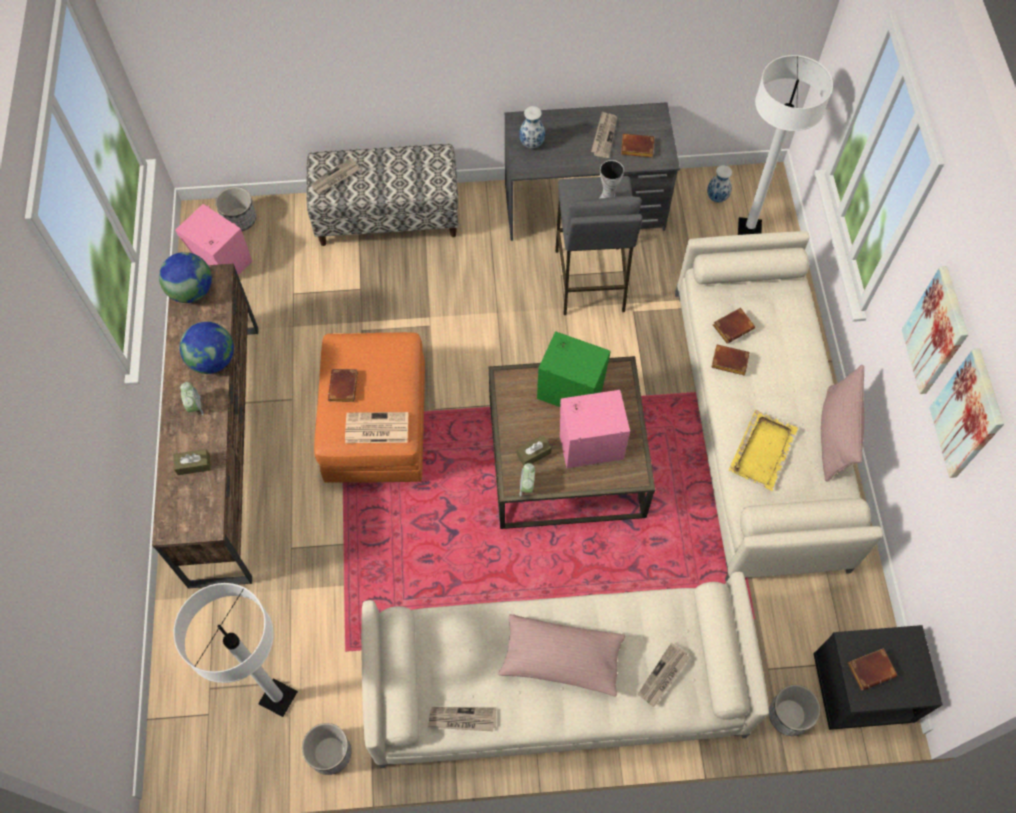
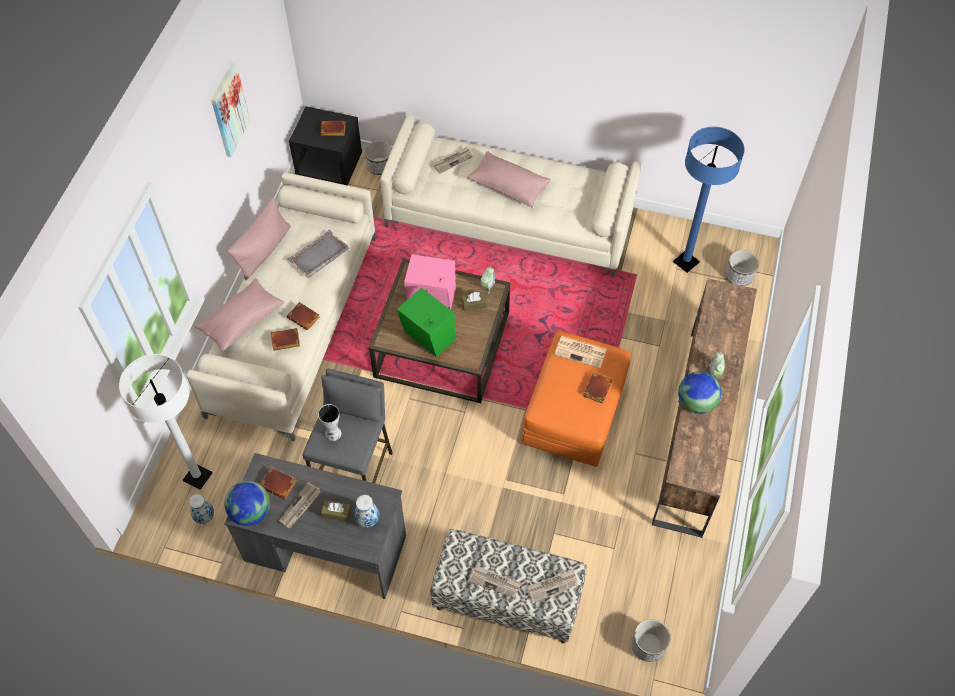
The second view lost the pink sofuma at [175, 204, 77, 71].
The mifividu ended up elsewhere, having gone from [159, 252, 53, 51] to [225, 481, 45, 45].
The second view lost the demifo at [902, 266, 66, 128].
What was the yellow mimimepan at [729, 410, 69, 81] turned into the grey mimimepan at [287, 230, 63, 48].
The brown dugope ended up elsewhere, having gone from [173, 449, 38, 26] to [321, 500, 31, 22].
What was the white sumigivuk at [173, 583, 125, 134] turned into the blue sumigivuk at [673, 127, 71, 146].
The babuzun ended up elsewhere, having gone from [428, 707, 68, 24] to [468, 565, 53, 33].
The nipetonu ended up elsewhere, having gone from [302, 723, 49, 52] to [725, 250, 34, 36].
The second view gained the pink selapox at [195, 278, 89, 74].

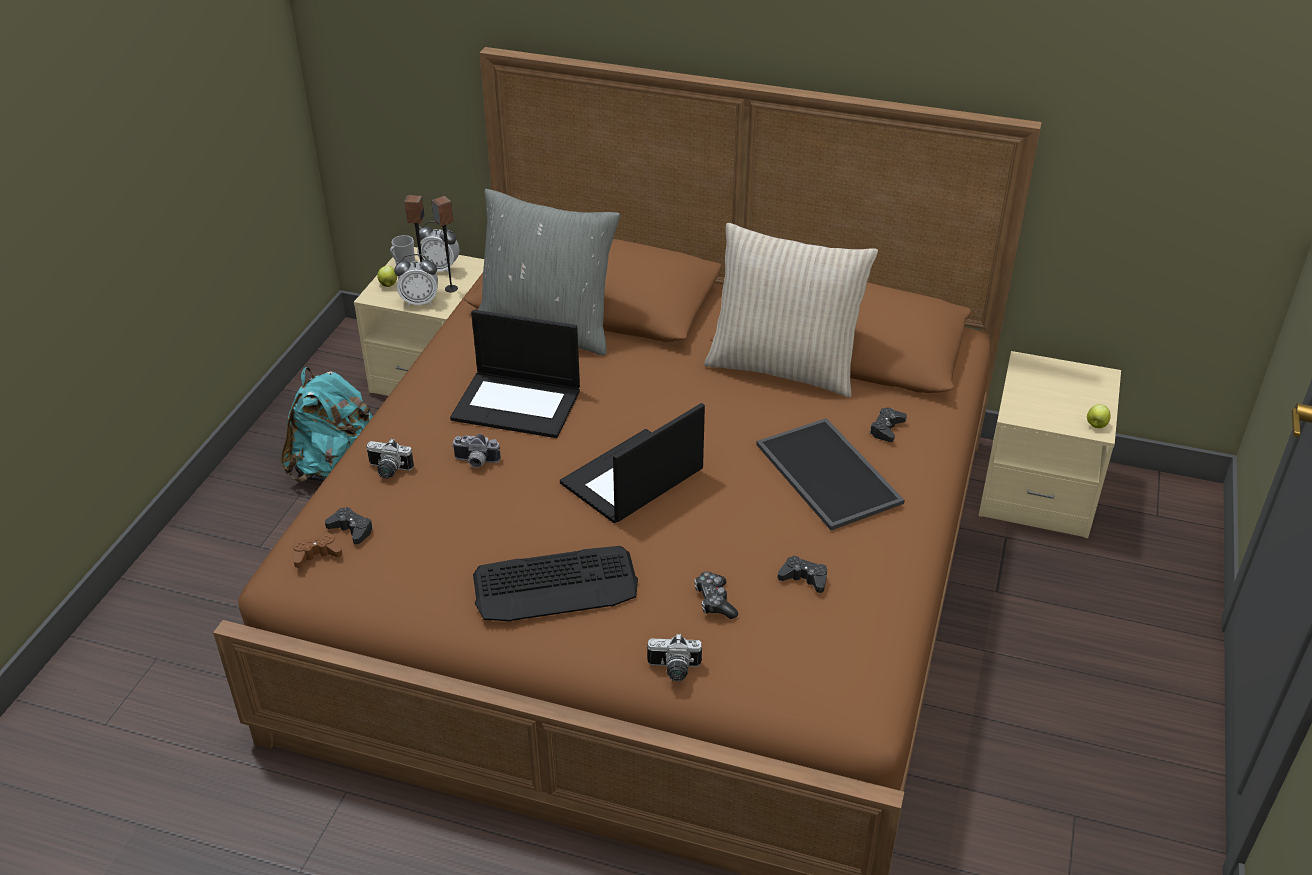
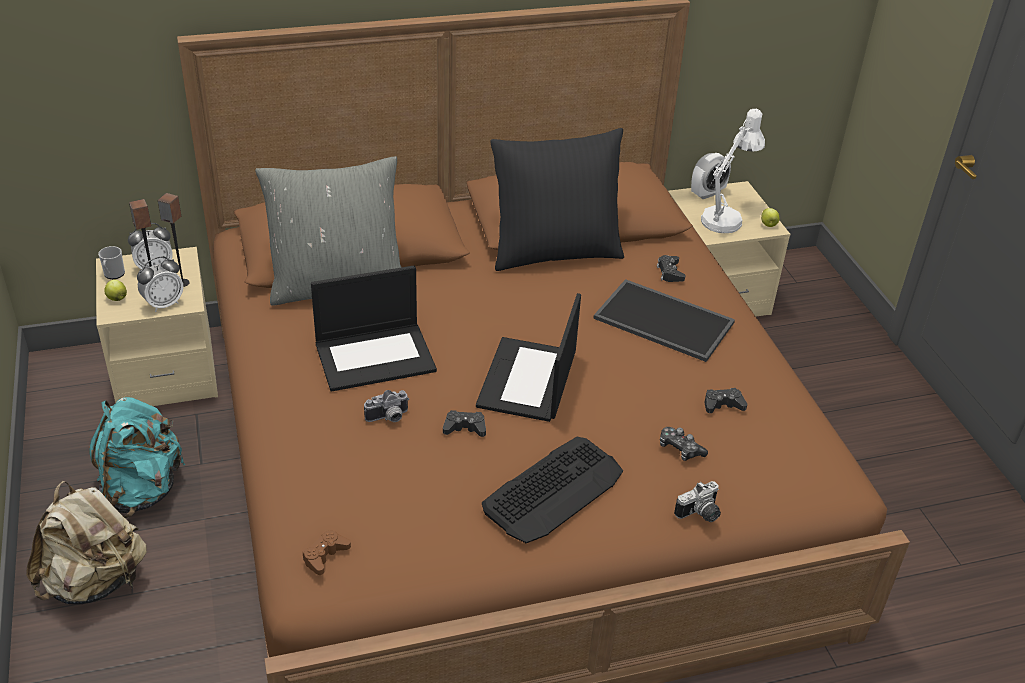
What was the beige selapox at [704, 223, 174, 175] turned into the black selapox at [490, 128, 134, 143].
The second view lost the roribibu at [366, 439, 48, 40].
The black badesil ended up elsewhere, having gone from [325, 507, 48, 37] to [443, 410, 43, 27].
The second view gained the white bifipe at [701, 109, 64, 124].
The second view gained the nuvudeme at [691, 153, 40, 46].
The second view gained the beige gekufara at [26, 481, 121, 123].

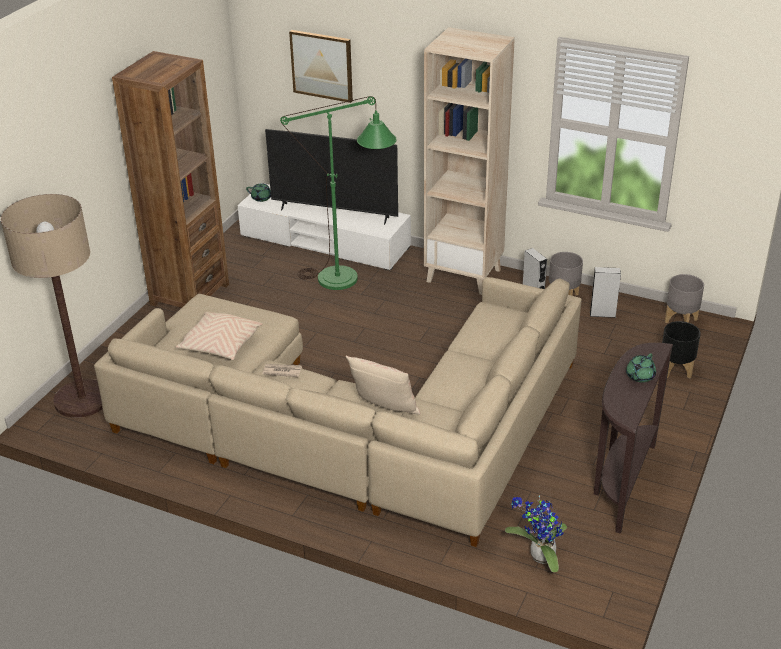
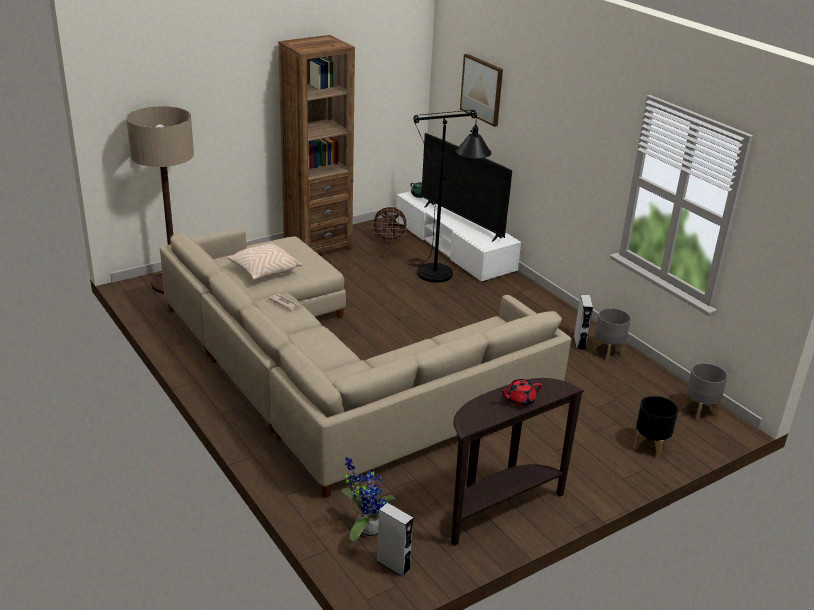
The second view lost the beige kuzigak at [424, 27, 91, 268].
What was the green sumigivuk at [280, 96, 117, 194] turned into the black sumigivuk at [407, 110, 85, 173].
The grey sofuma ended up elsewhere, having gone from [590, 267, 31, 51] to [377, 503, 36, 74].
What was the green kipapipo at [626, 353, 30, 29] turned into the red kipapipo at [499, 379, 43, 28].
The second view lost the beige selapox at [346, 356, 74, 59].
The second view gained the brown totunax at [371, 207, 37, 35].

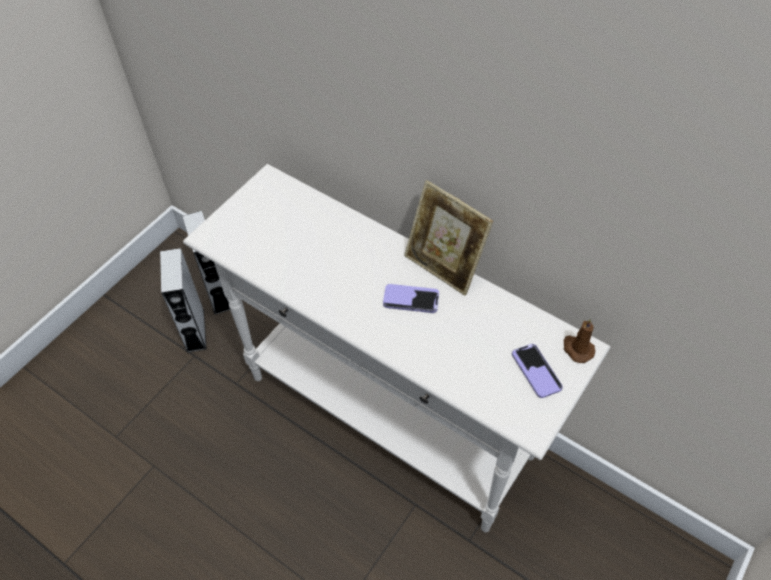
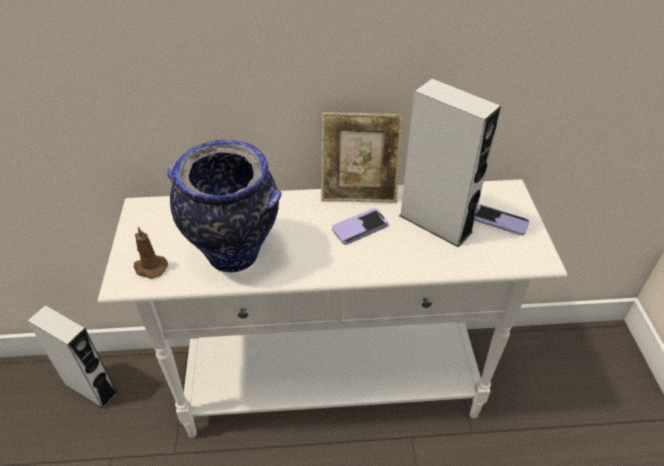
The grey sofuma ended up elsewhere, having gone from [160, 248, 47, 105] to [399, 79, 102, 168].
The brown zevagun ended up elsewhere, having gone from [564, 319, 31, 44] to [134, 227, 34, 52].
The second view gained the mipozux at [167, 140, 115, 132].

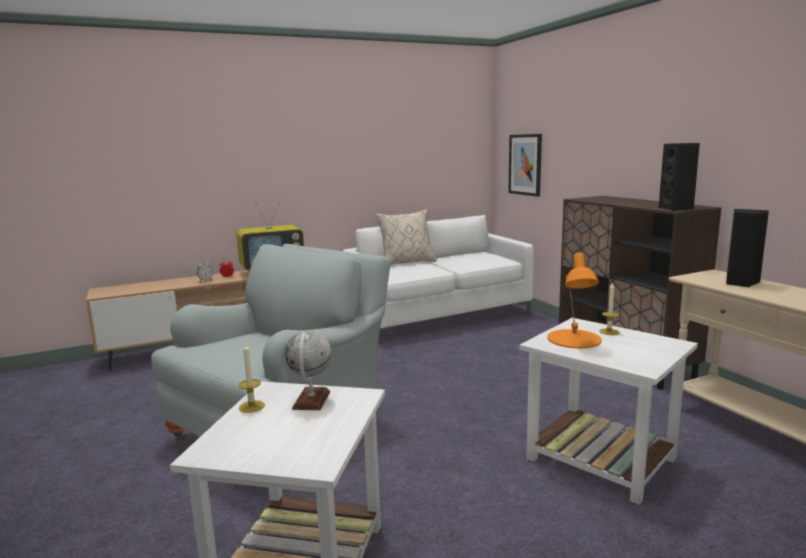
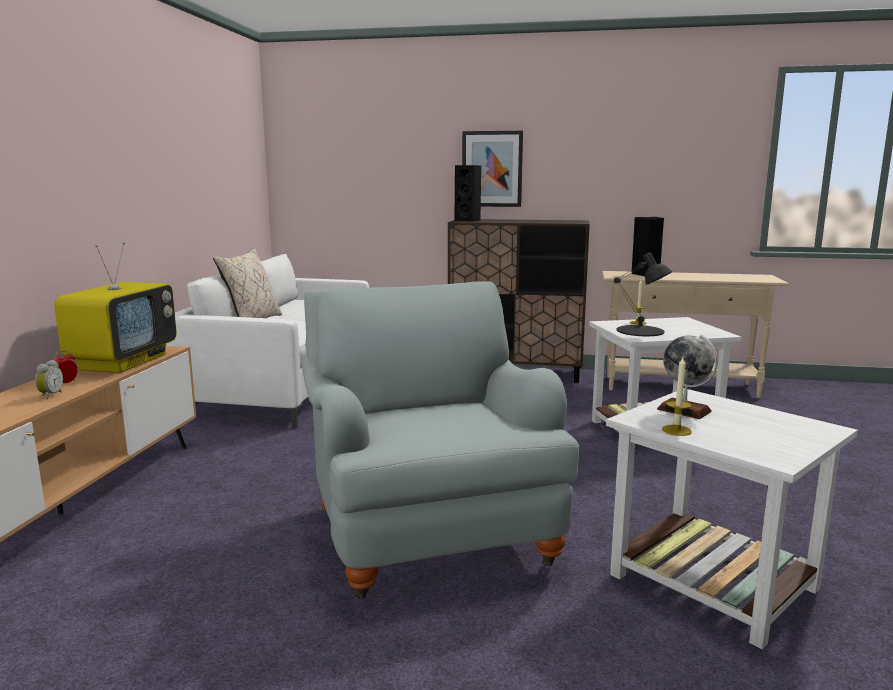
The demifo ended up elsewhere, having gone from [508, 134, 34, 63] to [462, 131, 61, 76].
The black sofuma ended up elsewhere, having gone from [659, 143, 41, 68] to [455, 165, 26, 56].
What was the orange bifipe at [547, 253, 55, 95] turned into the black bifipe at [614, 252, 58, 84].

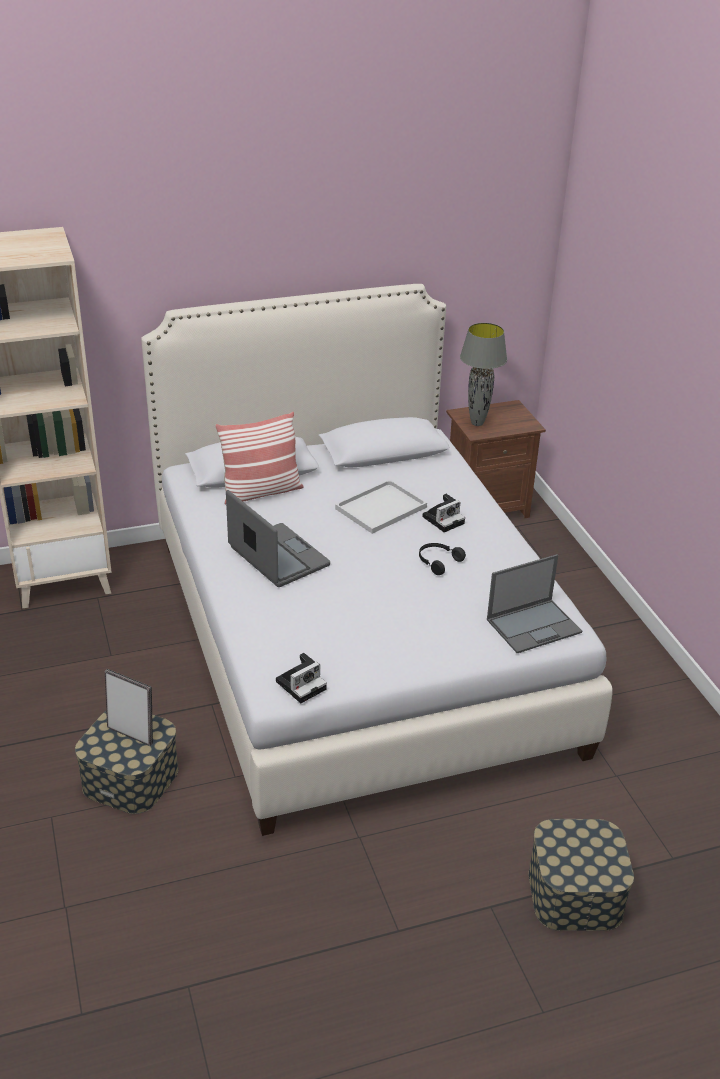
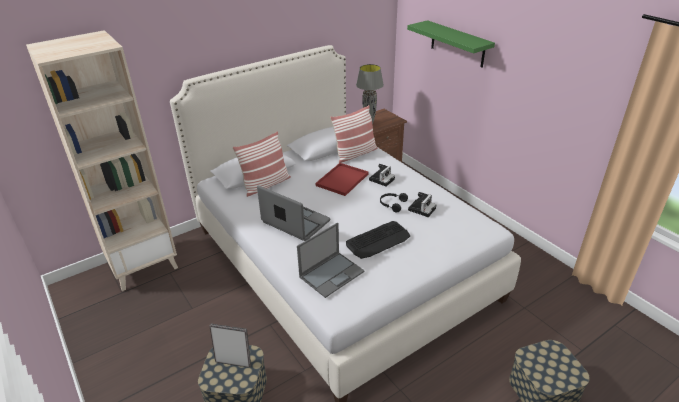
What was the white mimimepan at [335, 480, 92, 54] turned into the red mimimepan at [316, 163, 52, 33].
The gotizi ended up elsewhere, having gone from [487, 554, 95, 99] to [297, 223, 68, 75].
The roribibu ended up elsewhere, having gone from [276, 653, 51, 50] to [408, 192, 28, 25].
The second view gained the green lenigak at [407, 20, 88, 48].
The second view gained the selapox at [330, 105, 48, 58].
The second view gained the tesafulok at [346, 221, 64, 38].

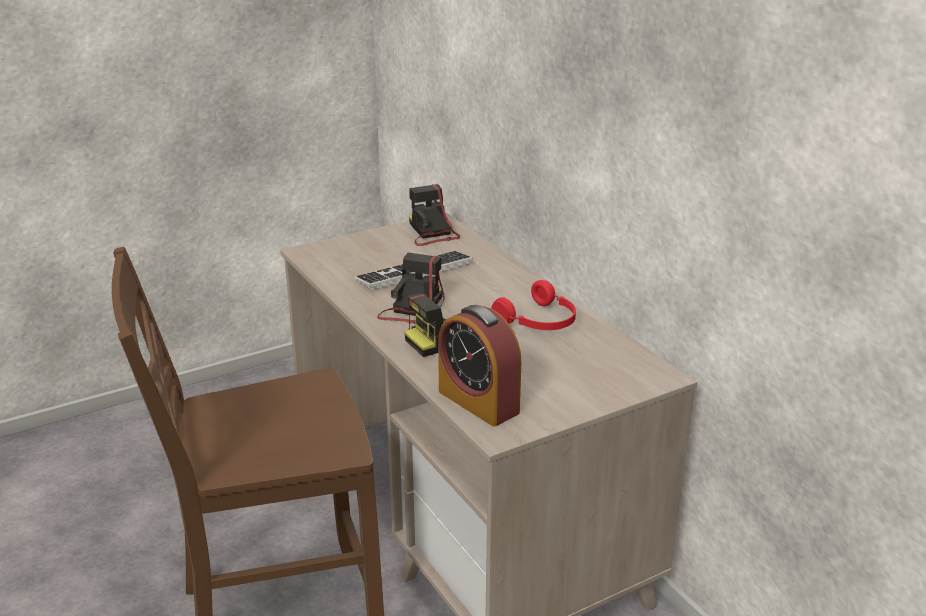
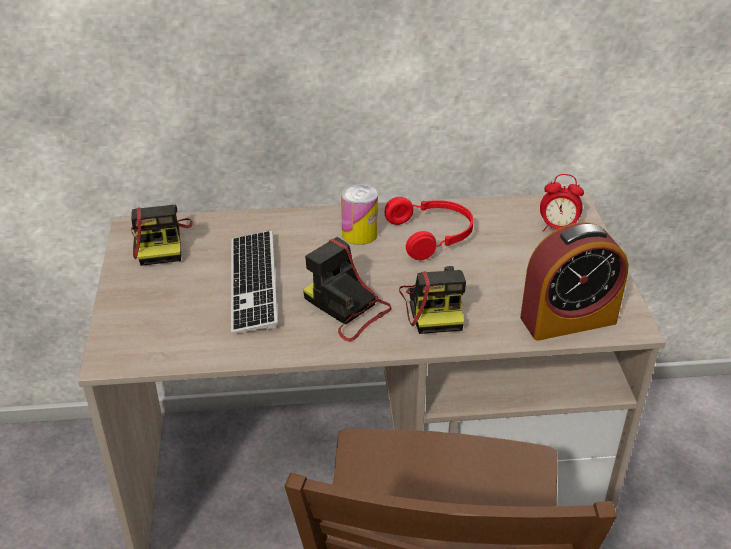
The roribibu at [409, 184, 51, 62] ended up facing another way, 105 degrees counterclockwise from before.
The second view gained the nuvudeme at [540, 174, 44, 58].
The second view gained the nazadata at [341, 184, 37, 61].

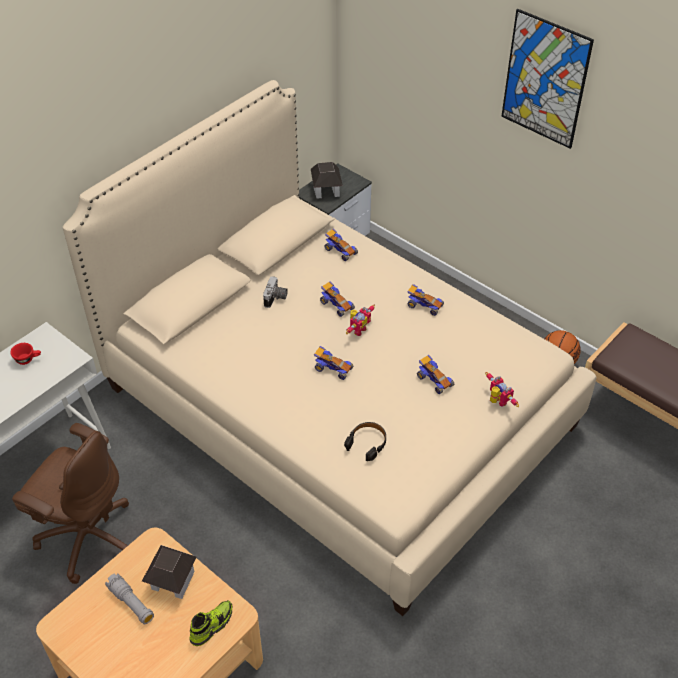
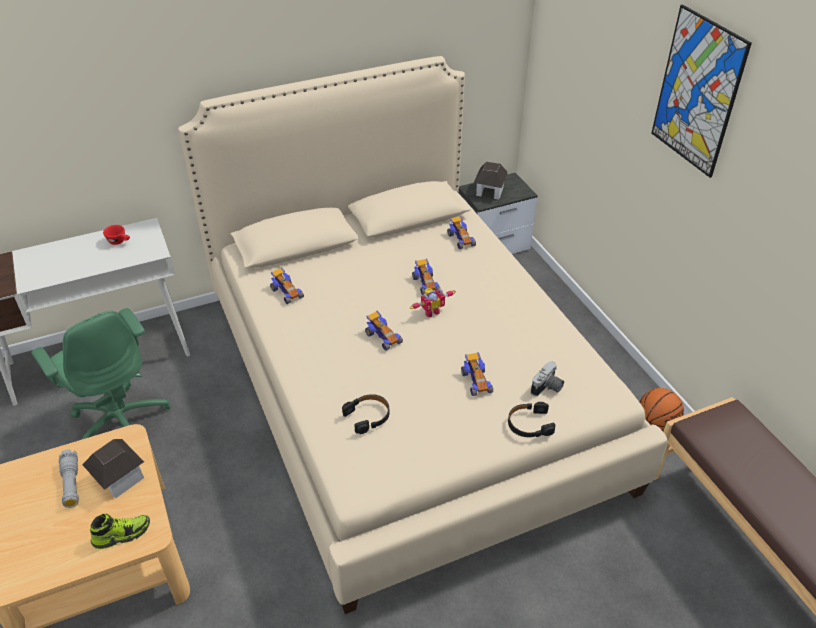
The roribibu ended up elsewhere, having gone from [263, 276, 25, 32] to [531, 361, 33, 35].
The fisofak ended up elsewhere, having gone from [407, 284, 37, 32] to [270, 267, 34, 37].
Where the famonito stood at [485, 372, 34, 35], the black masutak came to stand at [508, 402, 47, 35].
What was the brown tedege at [12, 423, 117, 161] turned into the green tedege at [31, 308, 139, 132].

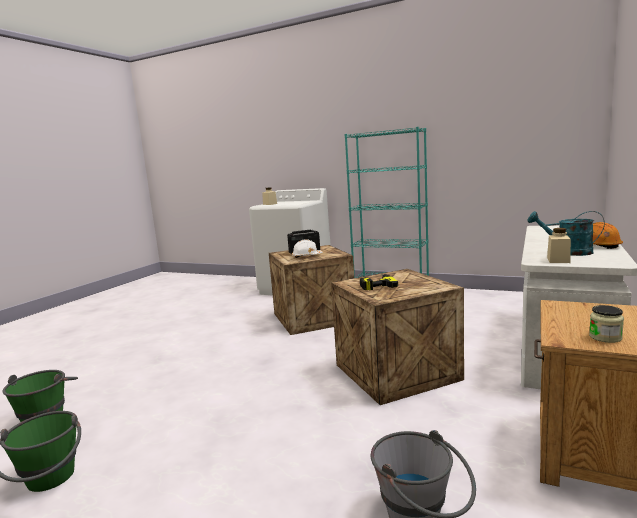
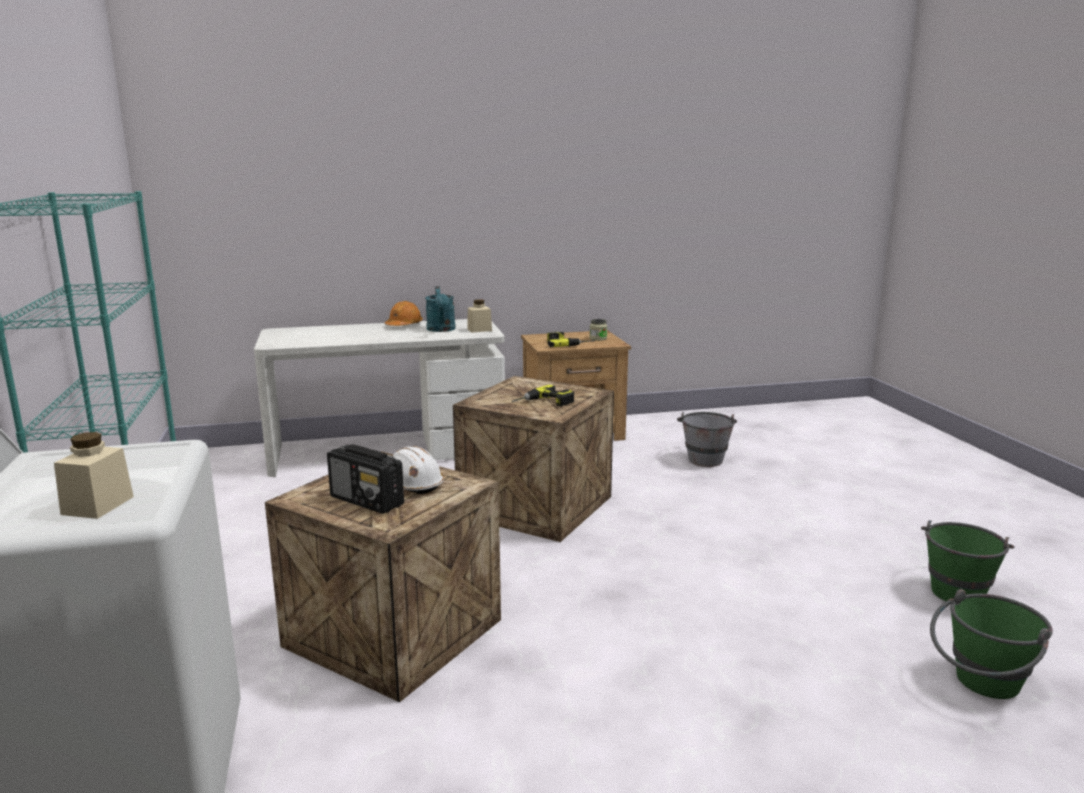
The second view gained the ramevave at [547, 332, 48, 15].

